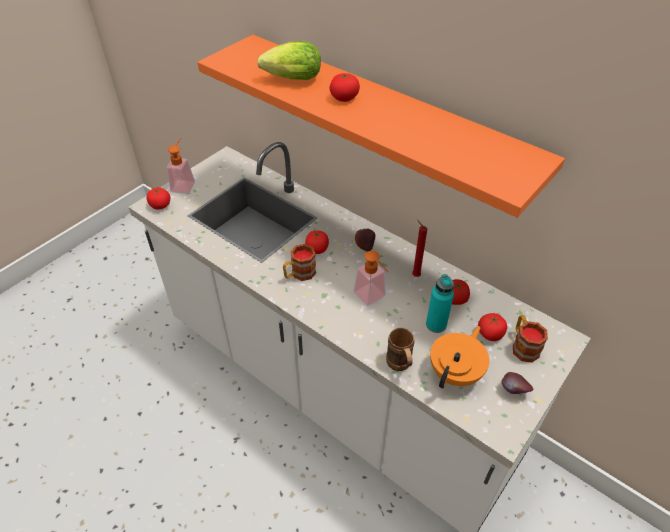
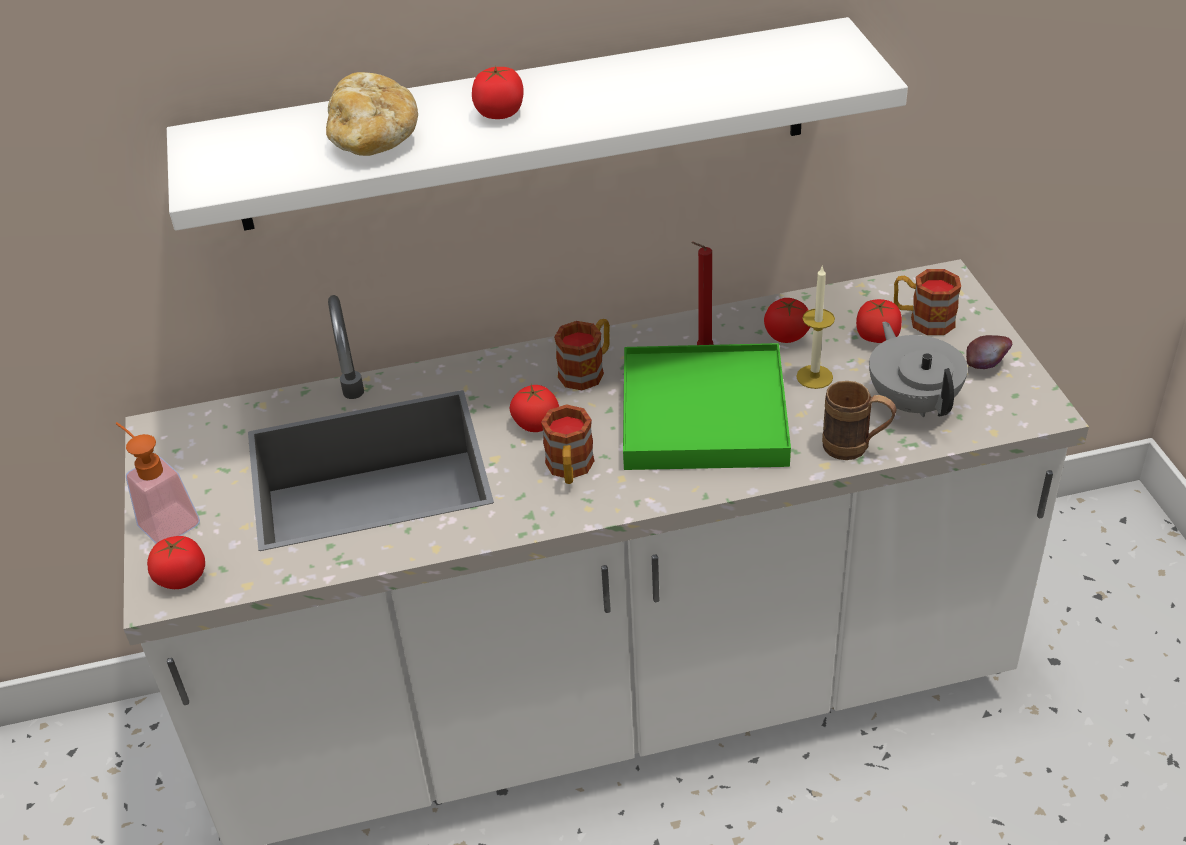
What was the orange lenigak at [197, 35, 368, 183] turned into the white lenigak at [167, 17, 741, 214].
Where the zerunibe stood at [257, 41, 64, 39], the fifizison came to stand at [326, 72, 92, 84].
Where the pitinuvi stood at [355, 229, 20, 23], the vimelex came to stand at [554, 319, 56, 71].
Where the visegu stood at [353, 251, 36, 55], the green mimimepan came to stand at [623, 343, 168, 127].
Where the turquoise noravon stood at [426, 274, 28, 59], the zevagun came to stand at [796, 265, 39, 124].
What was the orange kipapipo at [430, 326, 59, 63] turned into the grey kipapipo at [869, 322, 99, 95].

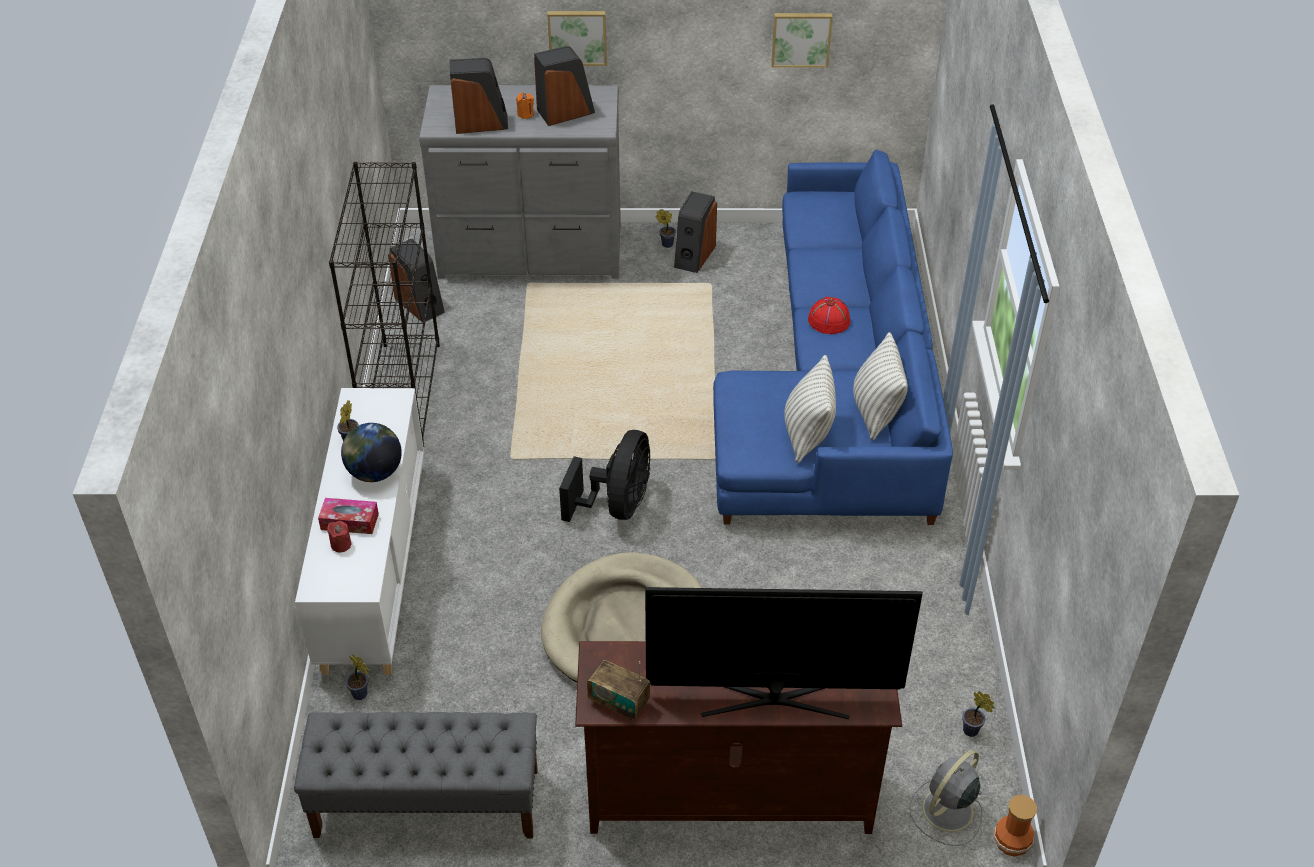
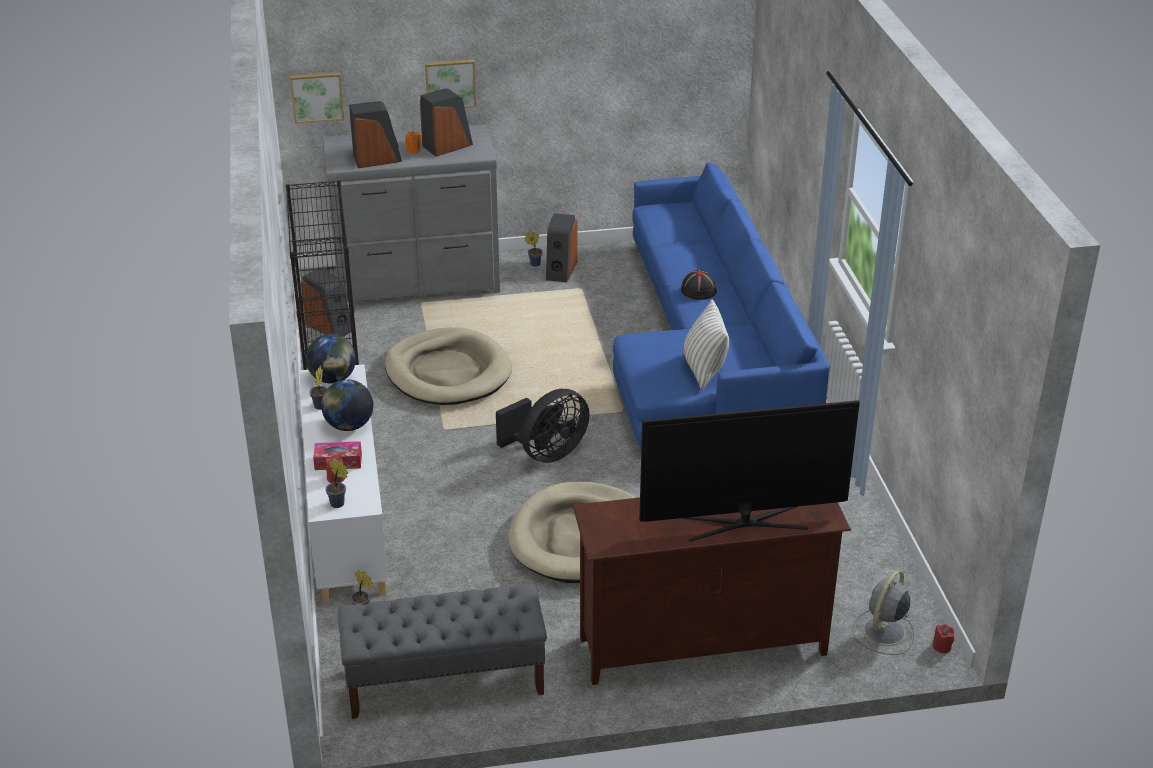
The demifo ended up elsewhere, having gone from [771, 13, 62, 55] to [290, 72, 54, 52].
What was the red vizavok at [808, 297, 42, 37] turned into the black vizavok at [681, 270, 36, 30].
The second view lost the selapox at [853, 332, 55, 108].
The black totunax at [559, 430, 91, 92] ended up facing another way, 45 degrees clockwise from before.
The second view lost the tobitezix at [587, 660, 64, 61].
The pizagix ended up elsewhere, having gone from [962, 691, 32, 46] to [326, 459, 22, 49].
Where the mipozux stood at [994, 795, 43, 62], the red zevagun came to stand at [933, 624, 21, 29].
The second view gained the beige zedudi at [385, 327, 127, 78].
The second view gained the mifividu at [306, 334, 50, 49].

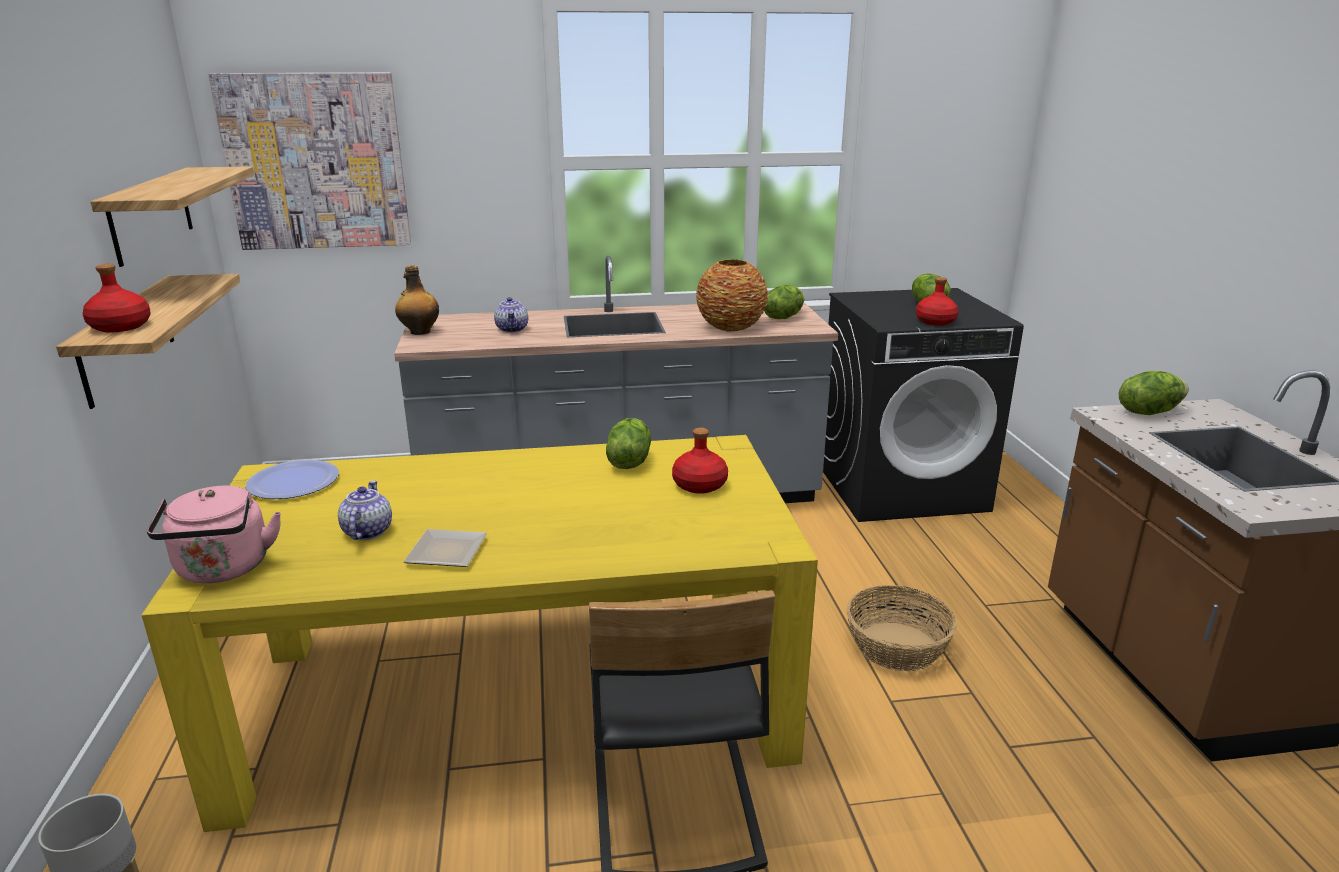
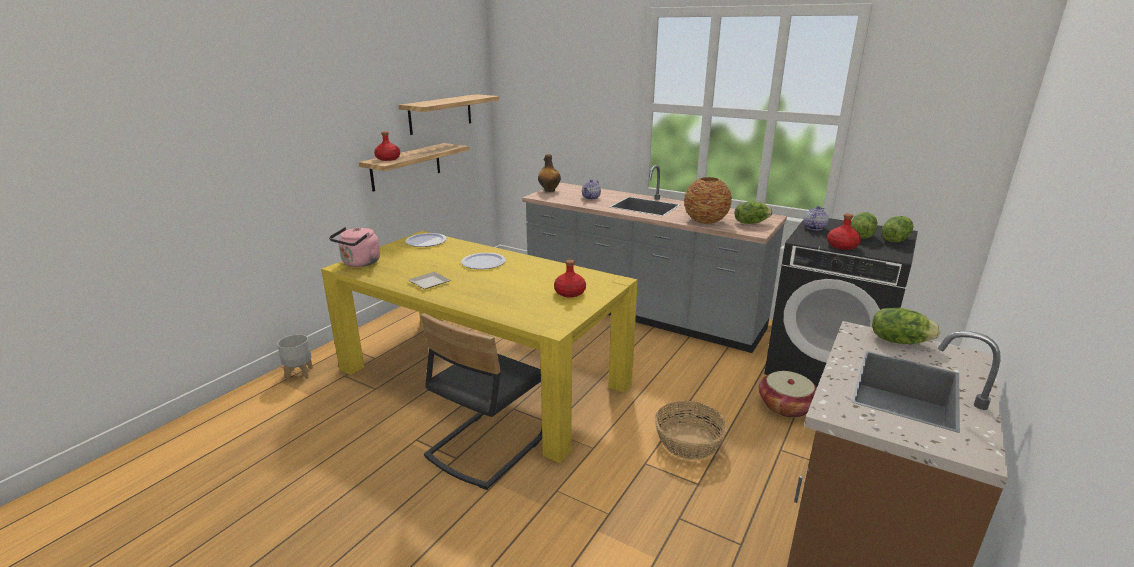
The second view lost the demifo at [208, 72, 203, 178].
The zerunibe ended up elsewhere, having gone from [606, 418, 45, 51] to [881, 216, 32, 26].
The kipapipo ended up elsewhere, having gone from [338, 481, 54, 59] to [803, 206, 26, 24].
The second view gained the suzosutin at [461, 253, 45, 16].
The second view gained the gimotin at [759, 371, 58, 47].

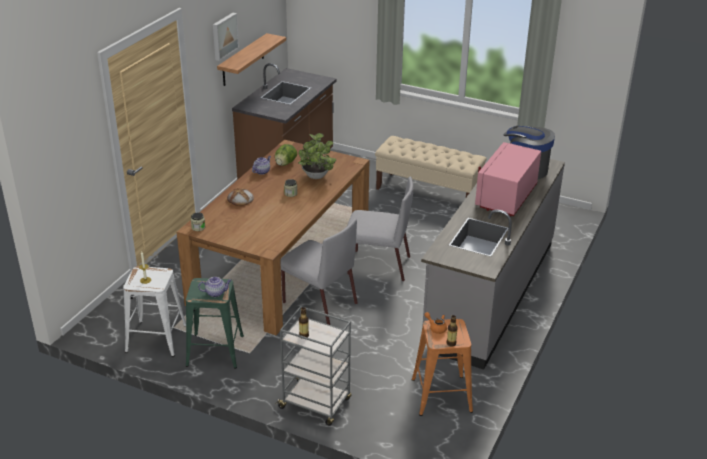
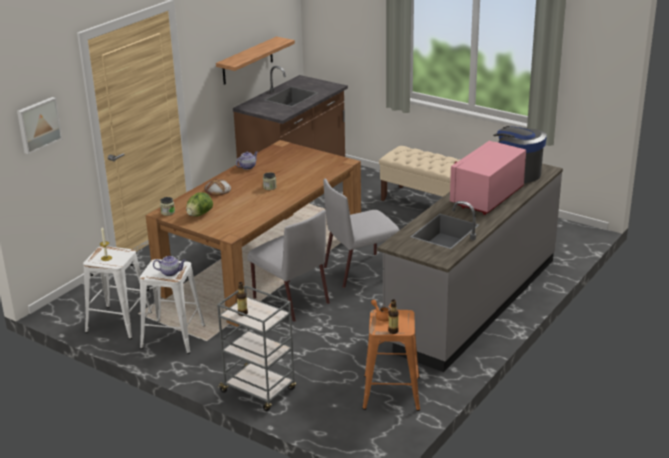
The demifo ended up elsewhere, having gone from [213, 13, 26, 48] to [17, 97, 45, 57].
The second view lost the pizagix at [298, 133, 38, 46].
The zerunibe ended up elsewhere, having gone from [275, 144, 22, 22] to [186, 192, 27, 25].
The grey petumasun at [347, 176, 66, 105] ended up facing another way, 135 degrees clockwise from before.
What was the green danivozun at [186, 278, 58, 91] turned into the white danivozun at [140, 259, 65, 95].

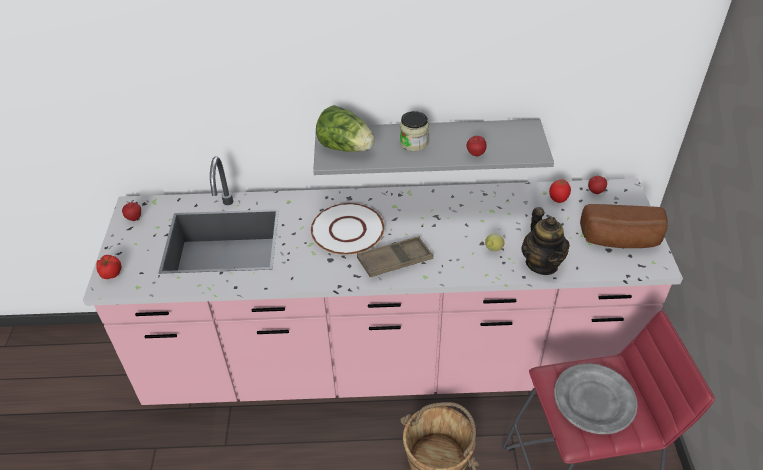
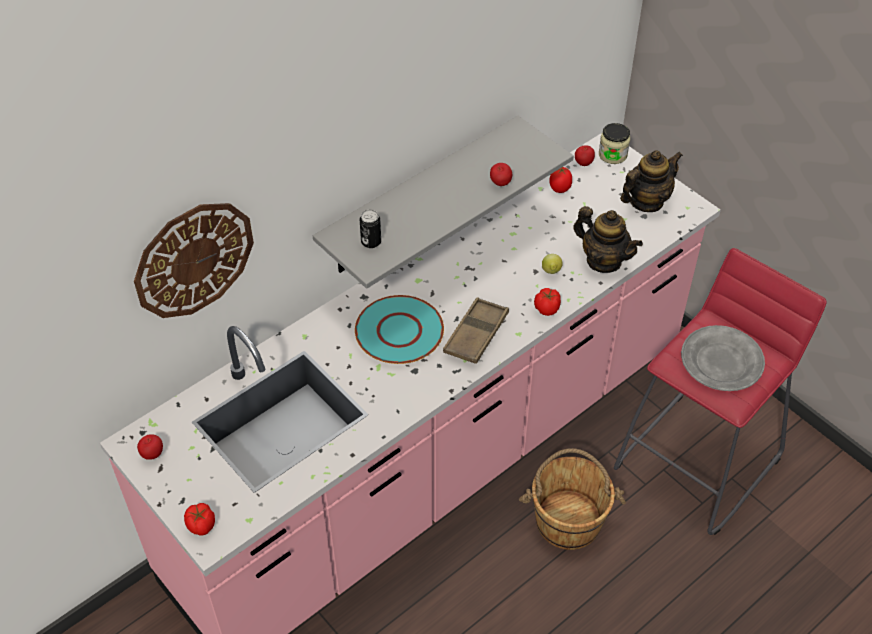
Where the zerunibe stood at [316, 105, 59, 47], the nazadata came to stand at [360, 210, 21, 38].
The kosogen ended up elsewhere, having gone from [400, 111, 29, 41] to [599, 123, 31, 41].
What was the white suzosutin at [311, 203, 73, 52] turned into the turquoise suzosutin at [355, 295, 89, 69].
Where the fifizison stood at [580, 204, 88, 44], the kipapipo came to stand at [620, 150, 63, 62].
The second view gained the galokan at [134, 203, 120, 115].
The second view gained the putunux at [534, 288, 27, 28].

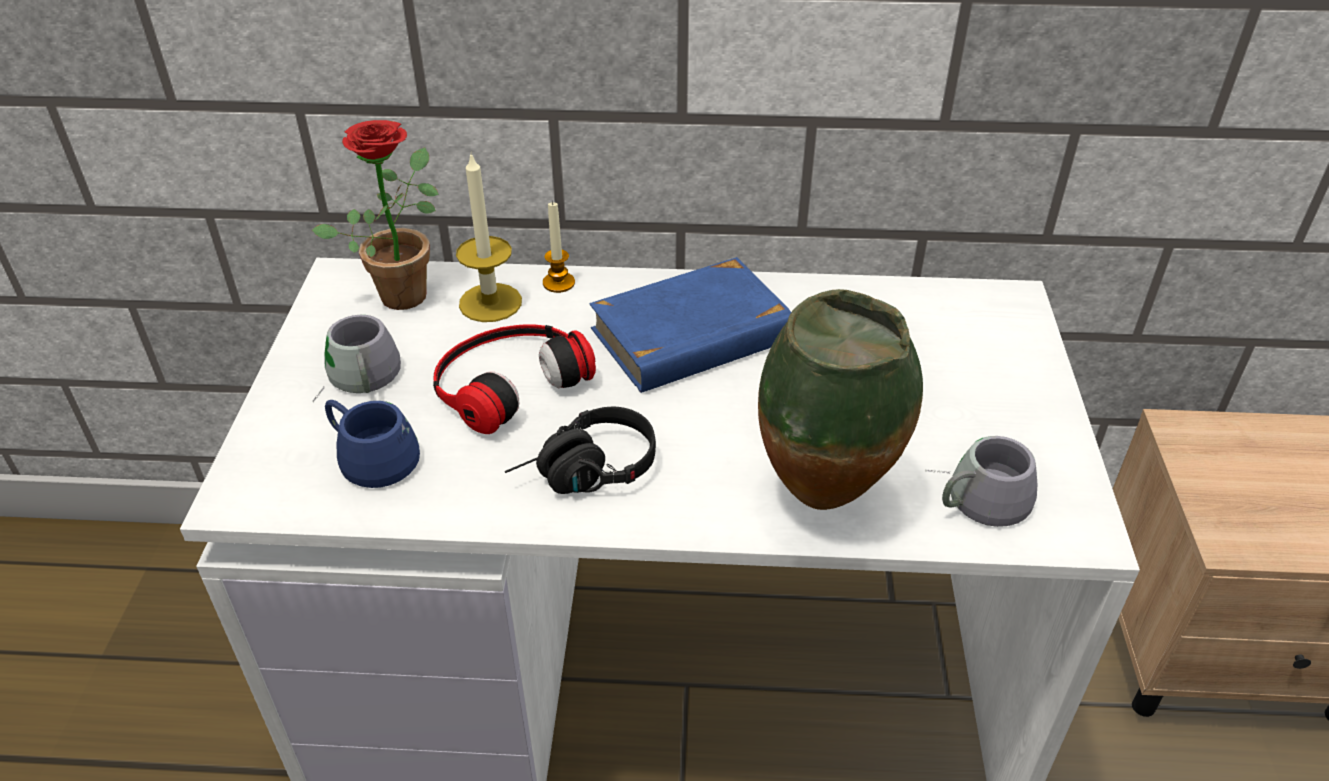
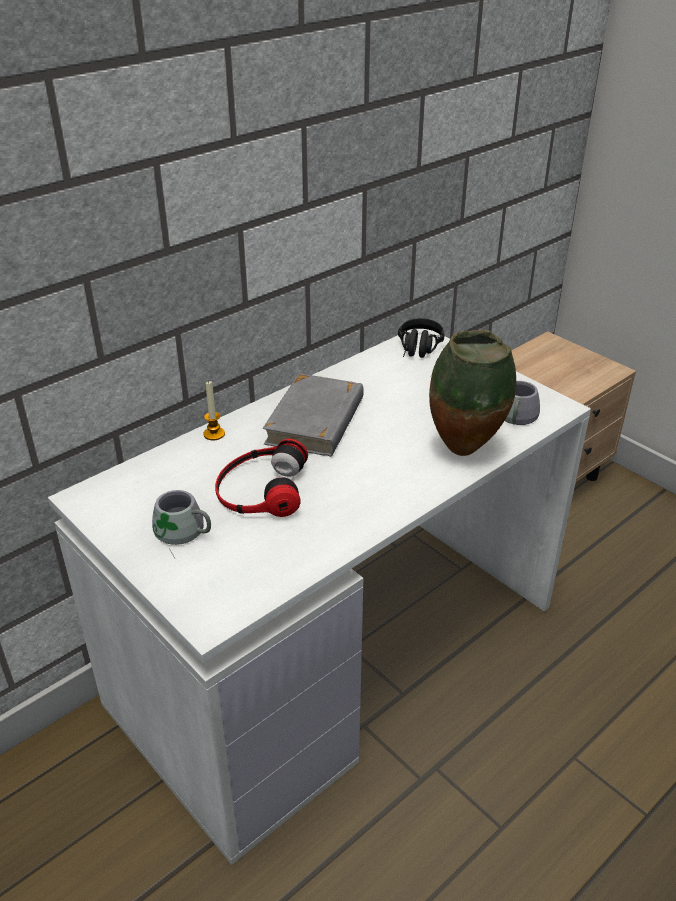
The second view lost the pizagix at [312, 120, 127, 190].
The second view lost the zevagun at [456, 152, 66, 170].
What was the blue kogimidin at [589, 257, 202, 136] turned into the grey kogimidin at [263, 373, 101, 84].
The second view lost the blue vimelex at [325, 400, 95, 88].
The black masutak ended up elsewhere, having gone from [505, 406, 151, 88] to [398, 318, 47, 40].

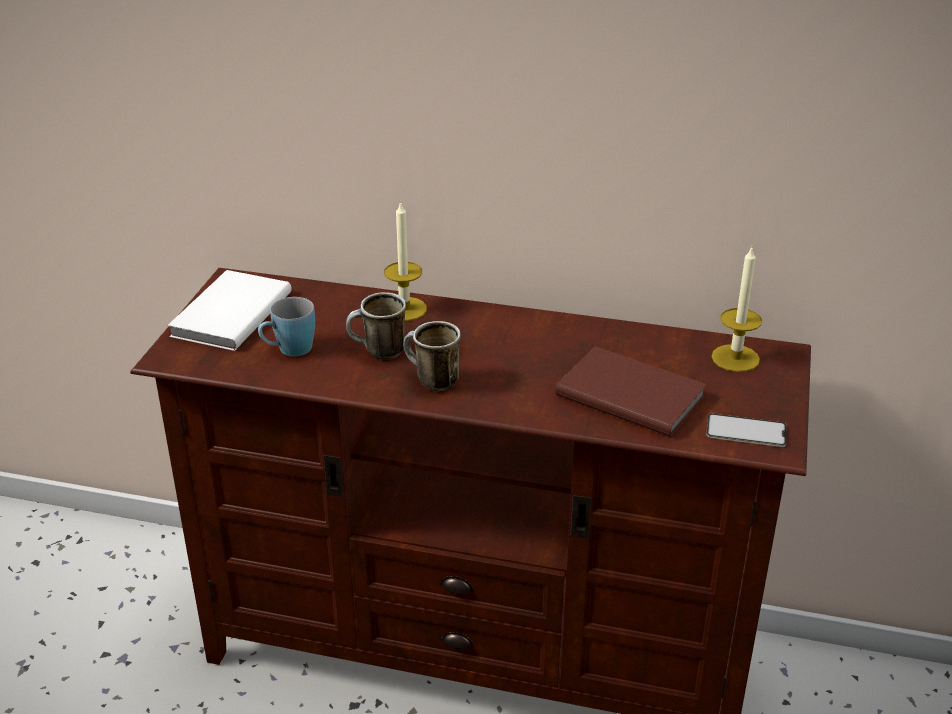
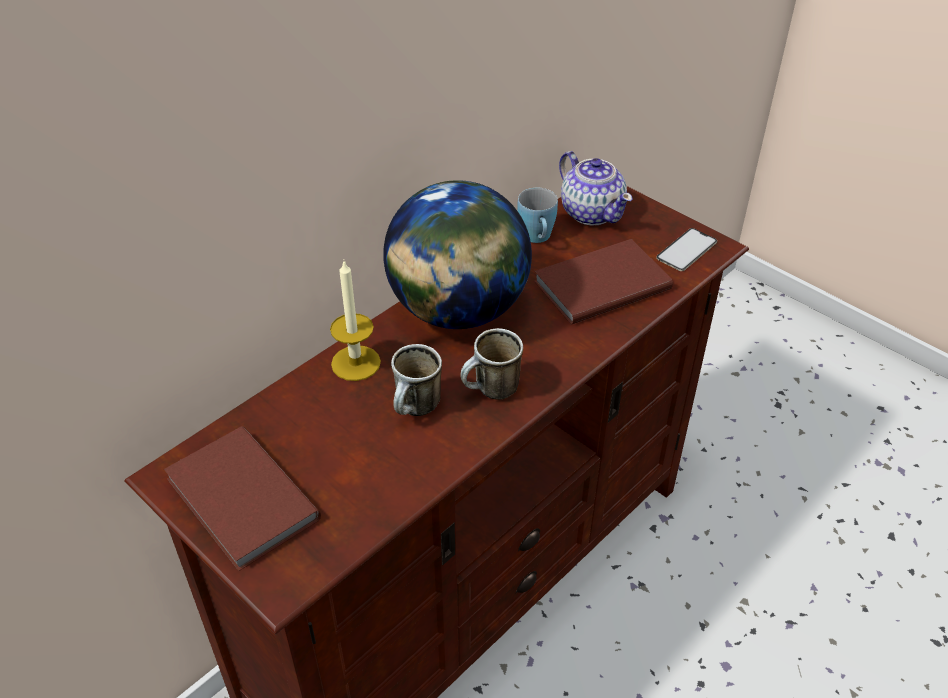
Where the zevagun stood at [712, 247, 50, 125], the kipapipo came to stand at [559, 151, 74, 74].
What was the white kogimidin at [167, 270, 125, 81] turned into the brown kogimidin at [164, 426, 157, 145].
The blue vimelex ended up elsewhere, having gone from [258, 297, 57, 59] to [517, 188, 41, 55].
The second view gained the mifividu at [383, 180, 149, 149].

